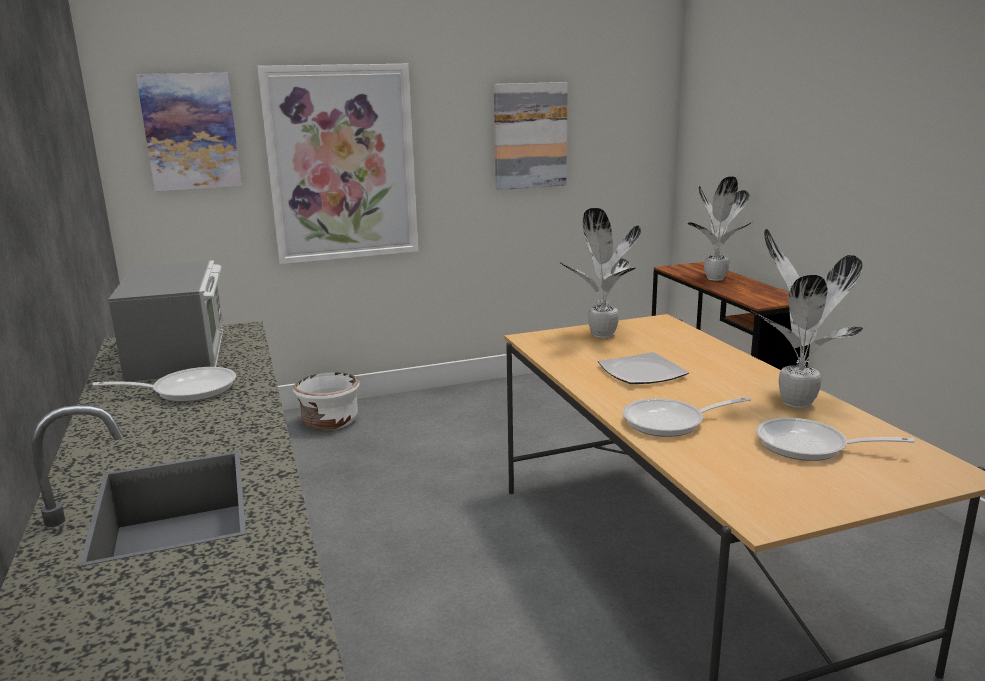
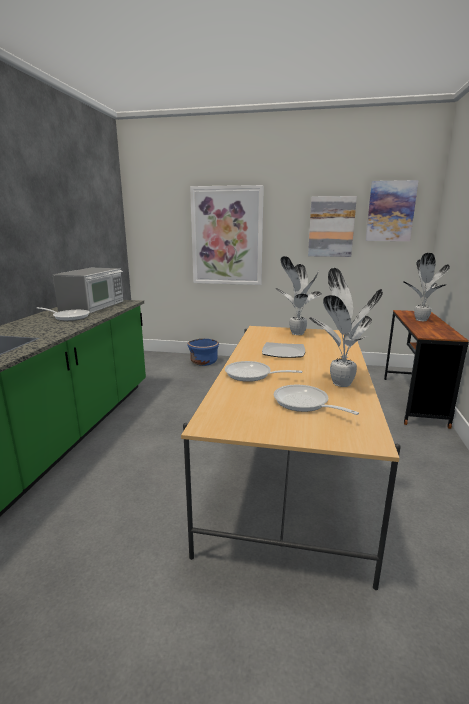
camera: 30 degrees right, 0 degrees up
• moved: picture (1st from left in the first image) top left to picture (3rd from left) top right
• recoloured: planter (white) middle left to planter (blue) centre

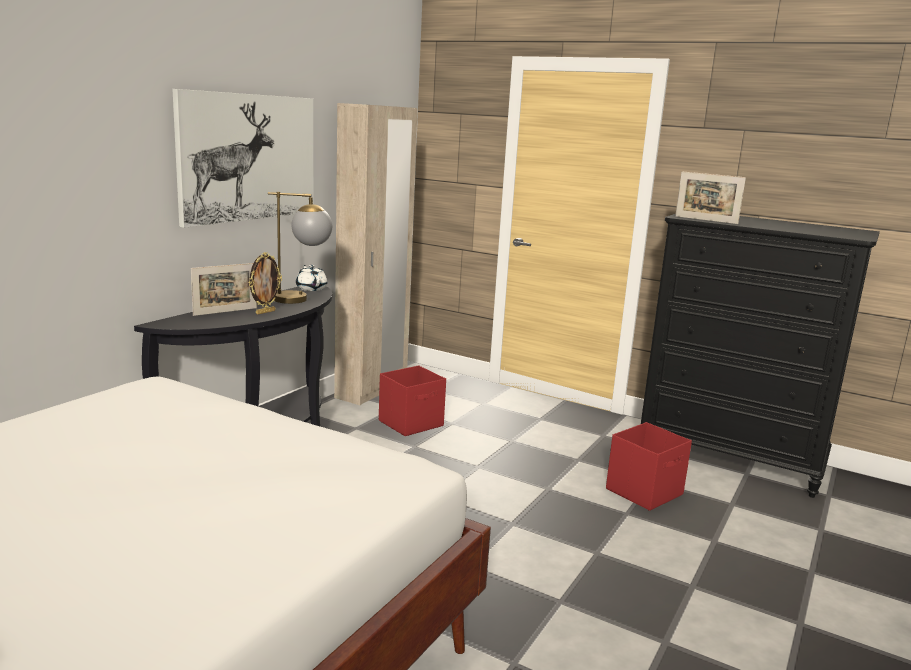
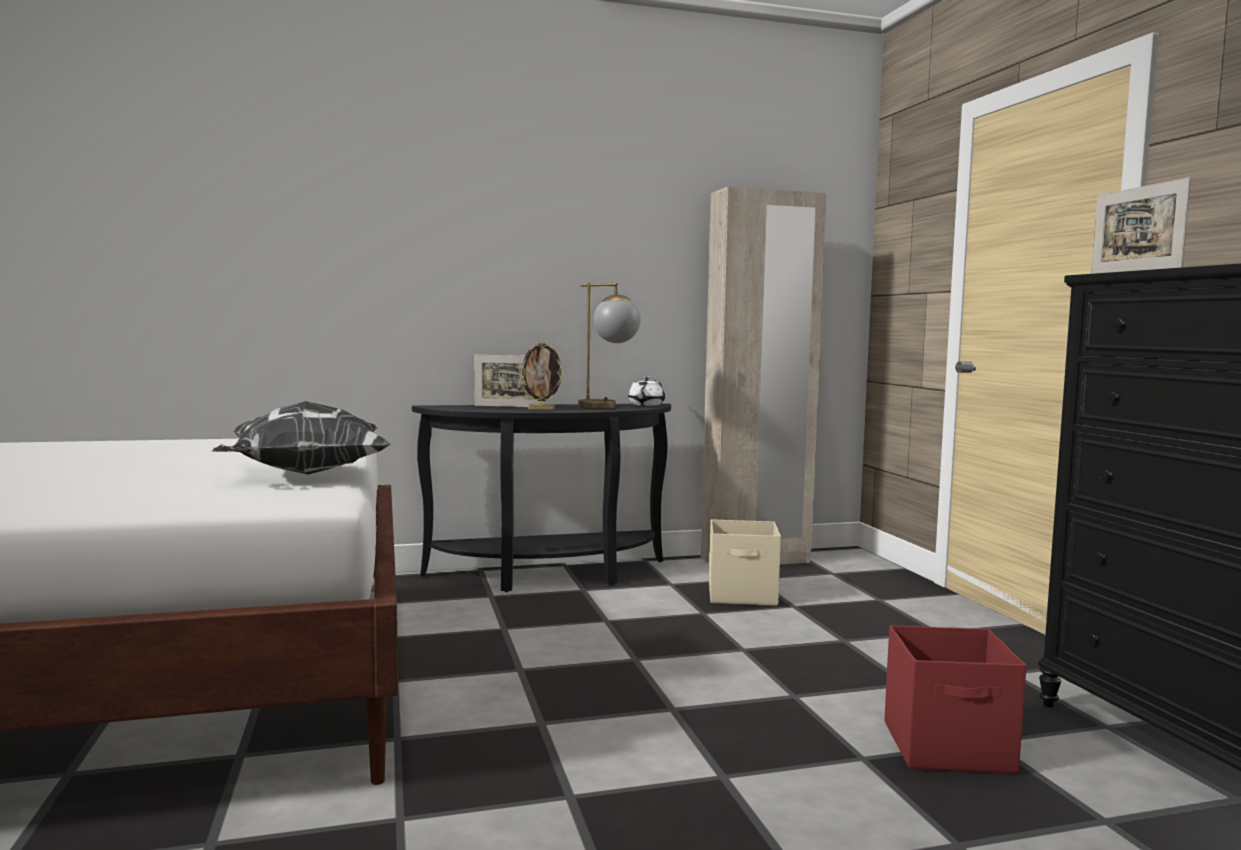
camera: 45 degrees right, 10 degrees down
• removed: picture top left
• recoloured: storage box (red) (1st from left) centre to storage box (beige) centre
• added: pillow middle left

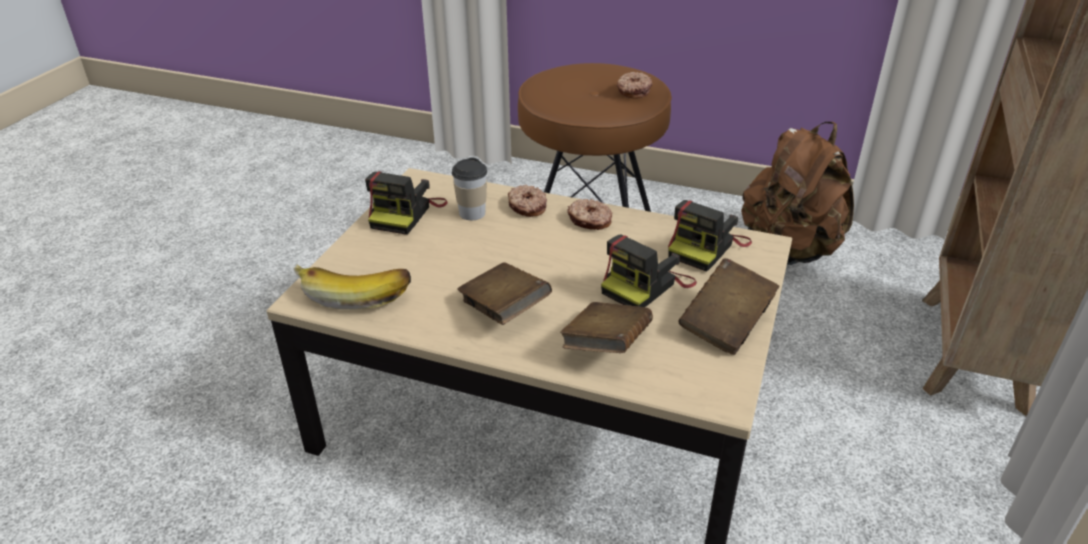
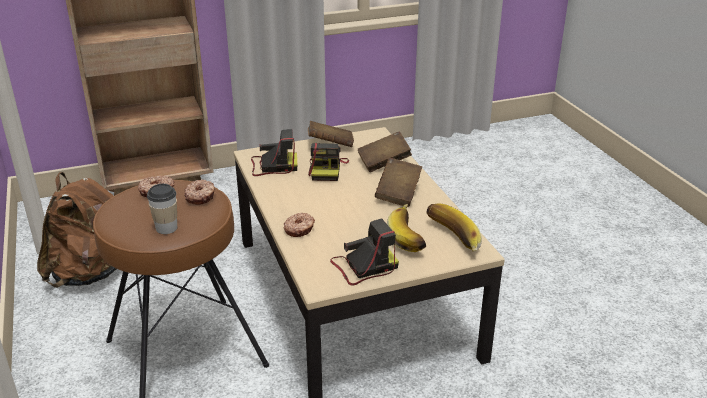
camera: 130 degrees left, 5 degrees down
• moved: cup centre to middle left
• moved: donut (2nd from left) centre to middle left
• turned: photo camera (2nd from left) centre = centre 90 degrees clockwise
• added: banana (1st from left) centre

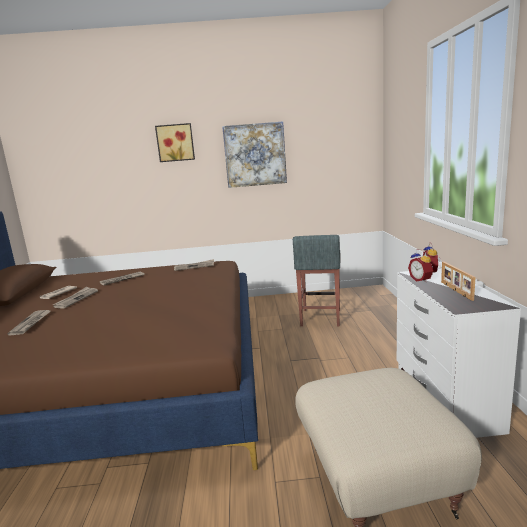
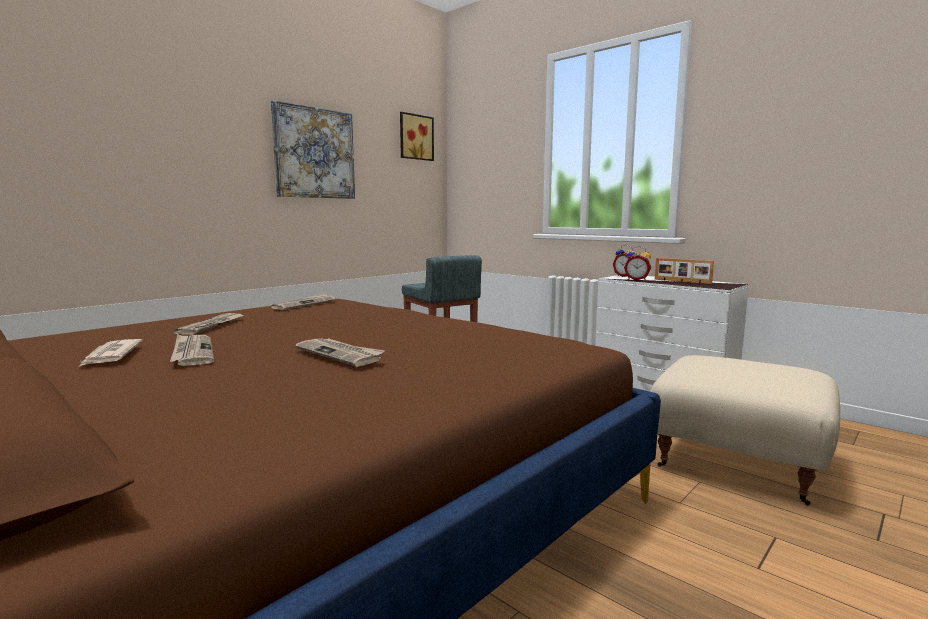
camera: 45 degrees left, 5 degrees down
• moved: picture (1st from left in the first image) top left to picture (2nd from left) top centre
• moved: newspaper (1st from left in the first image) middle left to newspaper (5th from left) centre

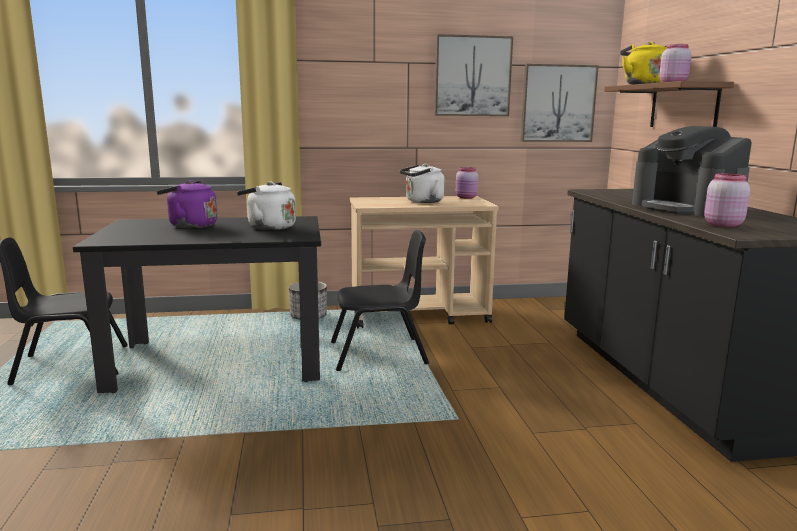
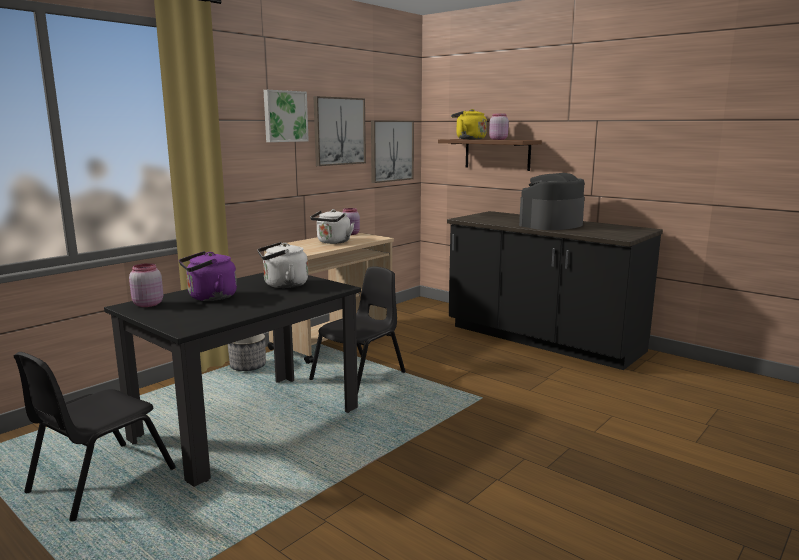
camera: 40 degrees left, 0 degrees up
• turned: coffee machine top right = middle right 120 degrees clockwise
• moved: jar (pink) (3rd from left in the first image) middle right to jar (pink) (1st from left) middle left
• added: picture (1st from left) top centre

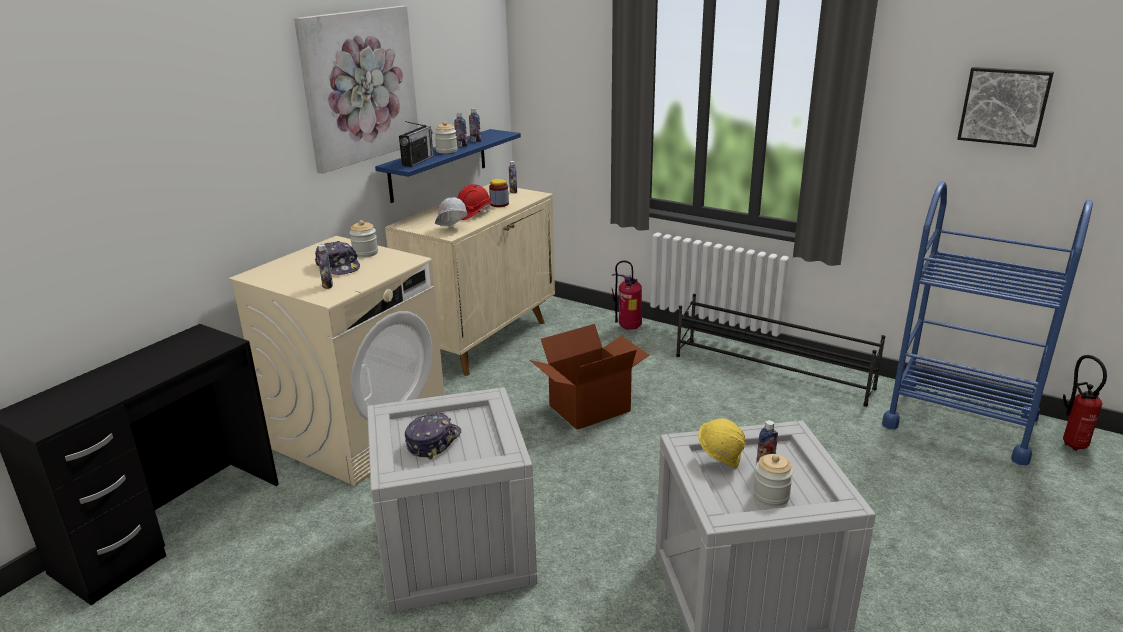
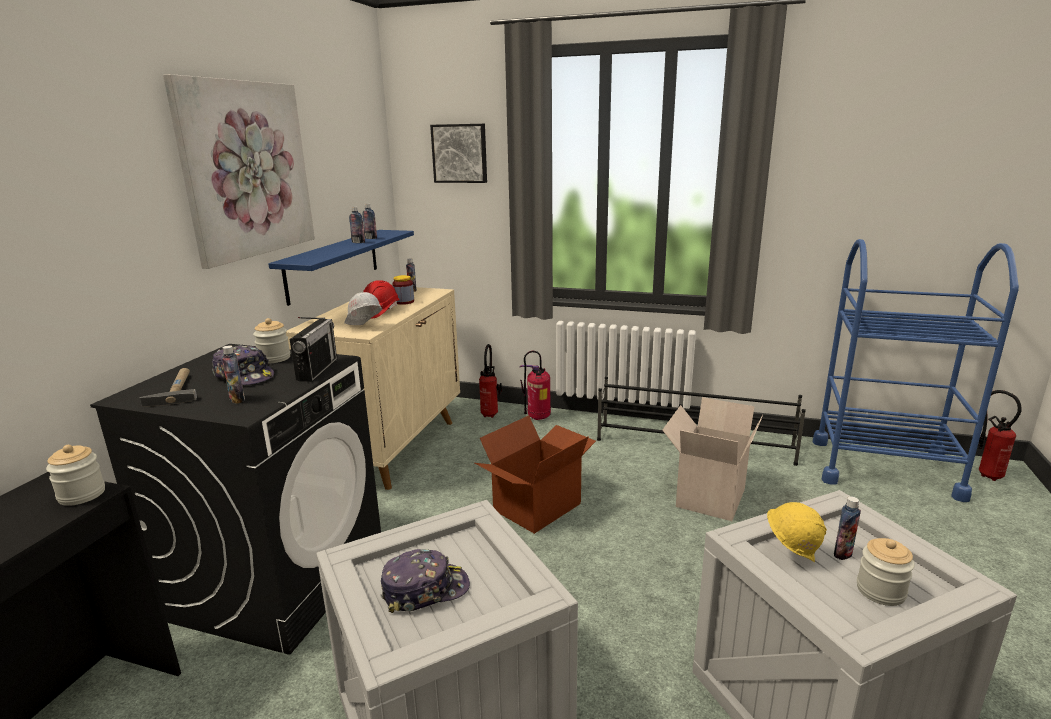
camera: 15 degrees left, 5 degrees down
• moved: picture (2nd from left) top right to top centre
• moved: radio top centre to middle left
• moved: jar (2nd from left in the first image) top centre to jar (1st from left) middle left
• recoloured: washing machine (beige) middle left to washing machine (black) bottom left
• turned: cap (2nd from left) bottom centre = bottom centre 60 degrees clockwise
• added: fire extinguisher (1st from left) centre
• added: hammer middle left
• added: cardboard box (2nd from left) middle right

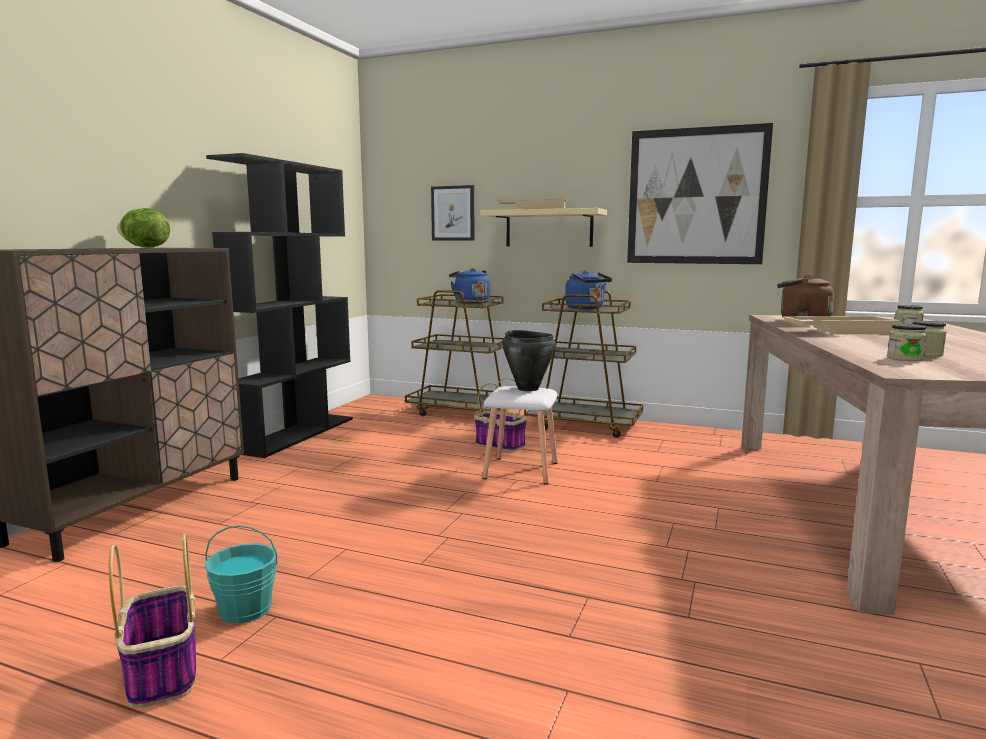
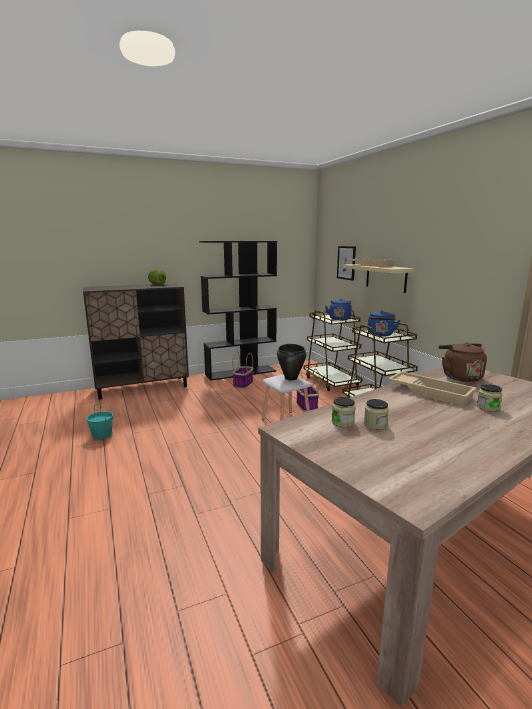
camera: 45 degrees right, 5 degrees up
• removed: picture (2nd from left) top right
• moved: basket (1st from left) bottom left to centre

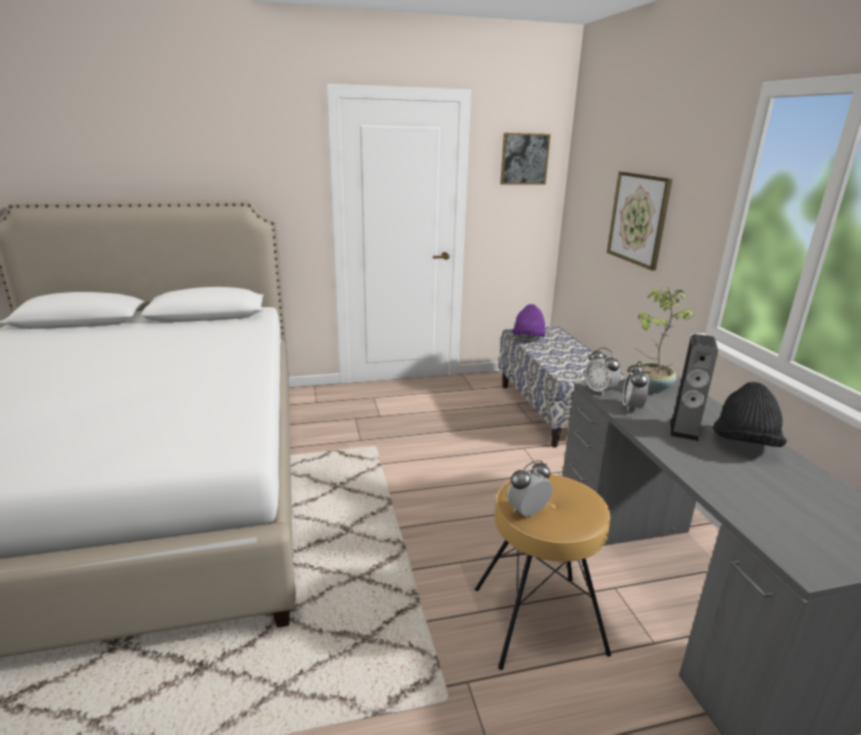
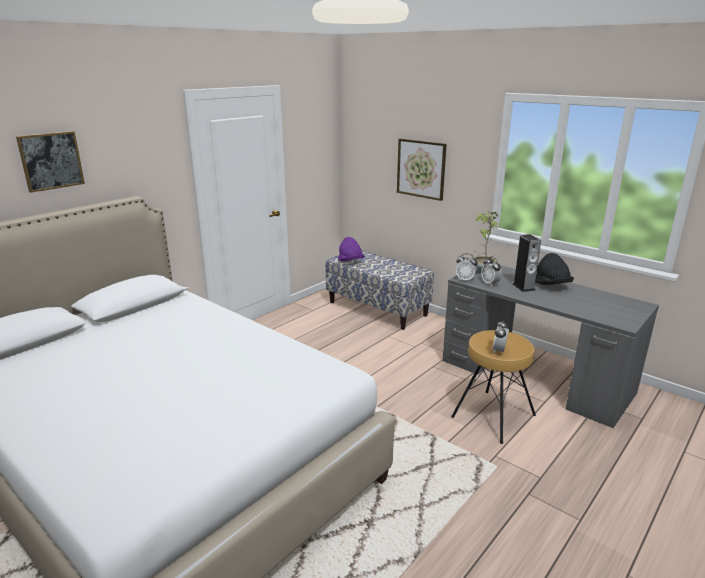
camera: 35 degrees left, 0 degrees up
• moved: picture (1st from left) top centre to top left

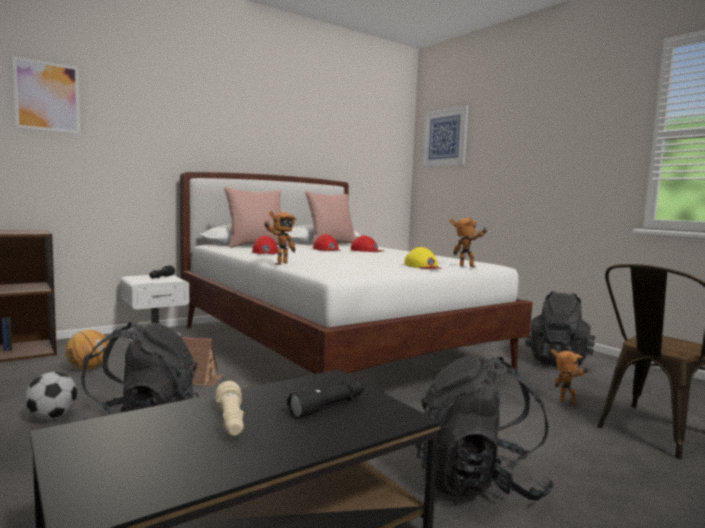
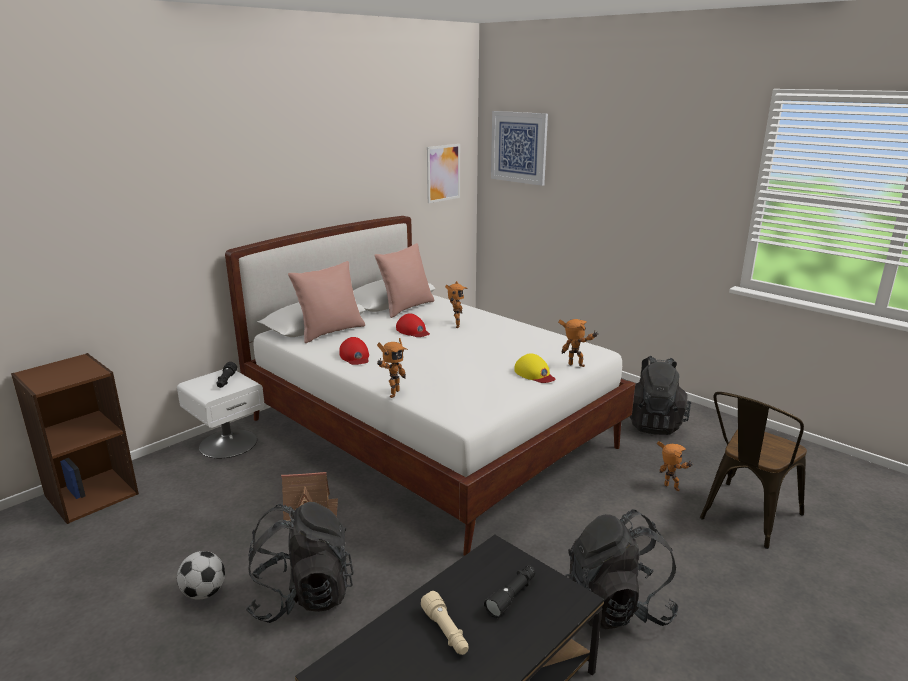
camera: 10 degrees left, 15 degrees up
• moved: picture (1st from left) top left to top centre
• replaced: cap (red) (3rd from left) centre to toy robot (2nd from left) centre
• removed: basketball middle left

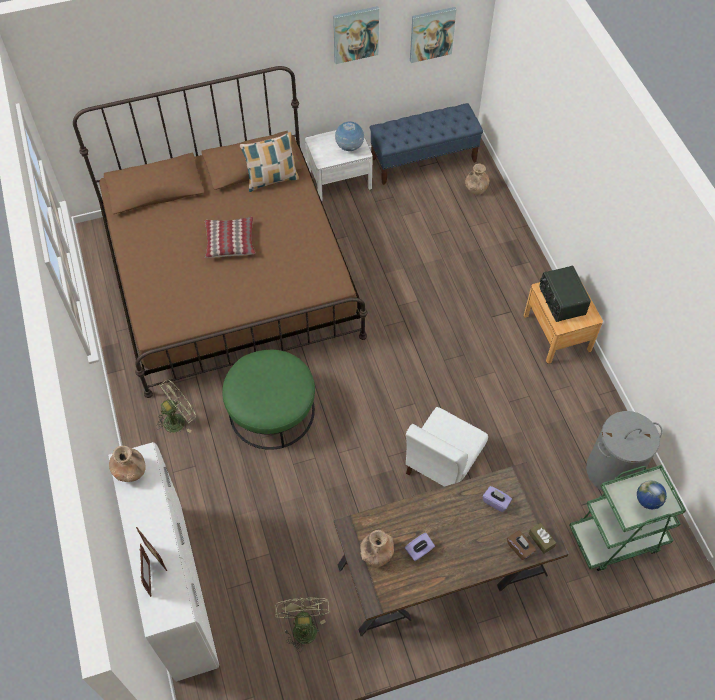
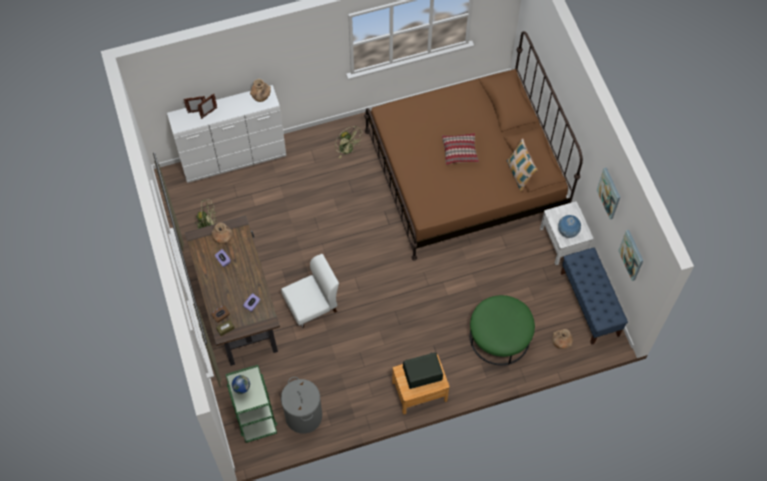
camera: 90 degrees right, 5 degrees up
• moved: ottoman (green) centre to bottom centre
• turned: chair (white) centre = centre 120 degrees clockwise

